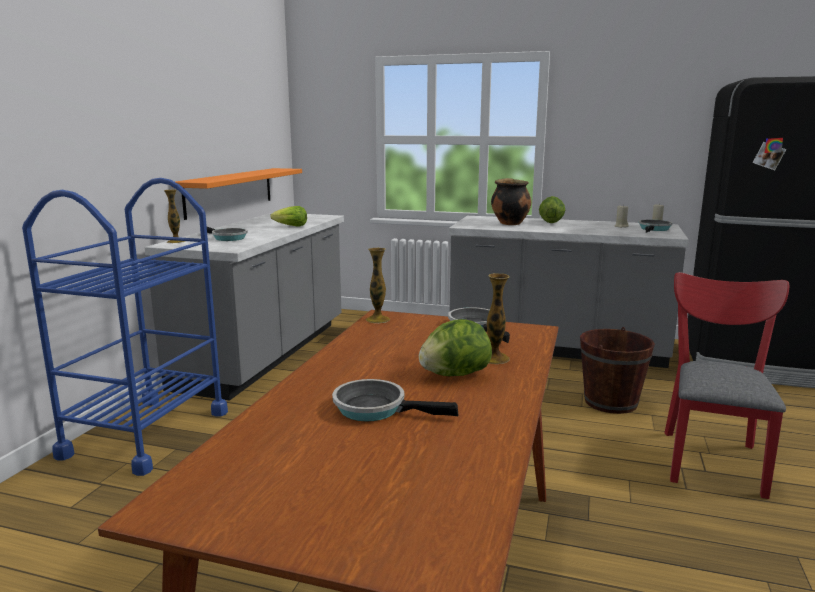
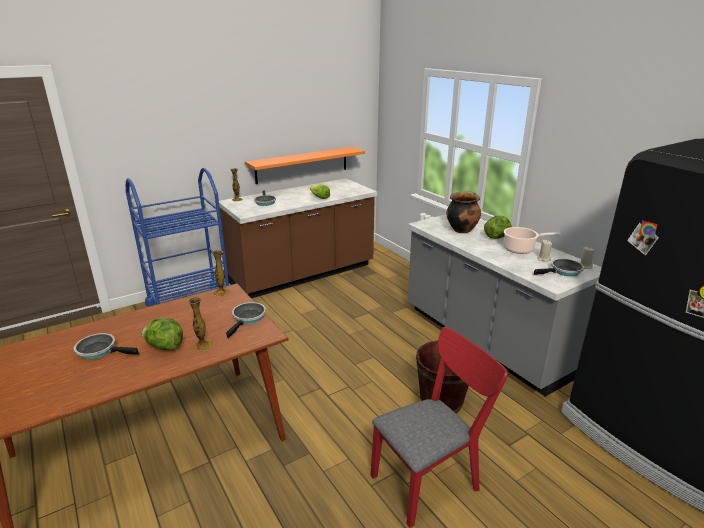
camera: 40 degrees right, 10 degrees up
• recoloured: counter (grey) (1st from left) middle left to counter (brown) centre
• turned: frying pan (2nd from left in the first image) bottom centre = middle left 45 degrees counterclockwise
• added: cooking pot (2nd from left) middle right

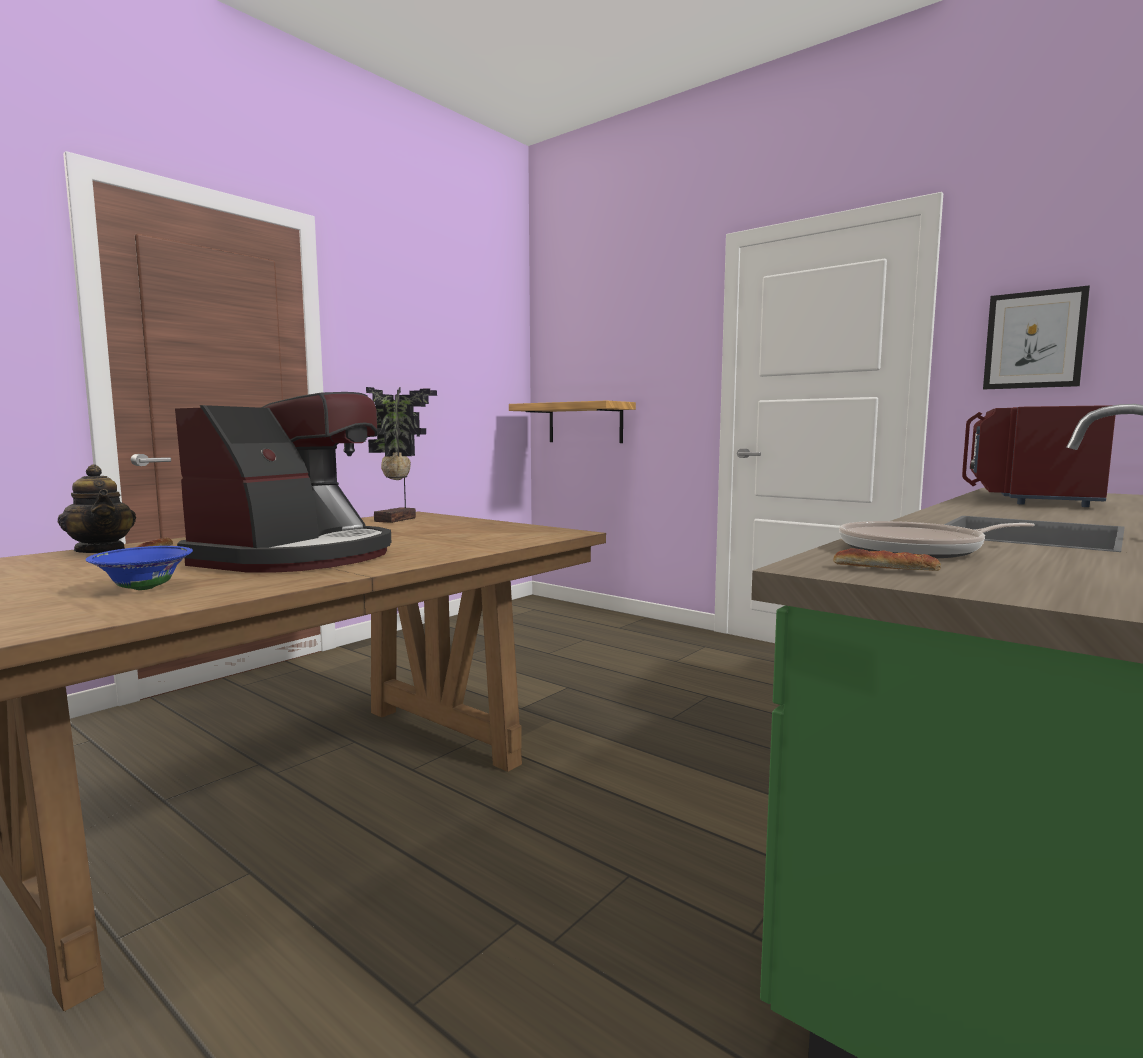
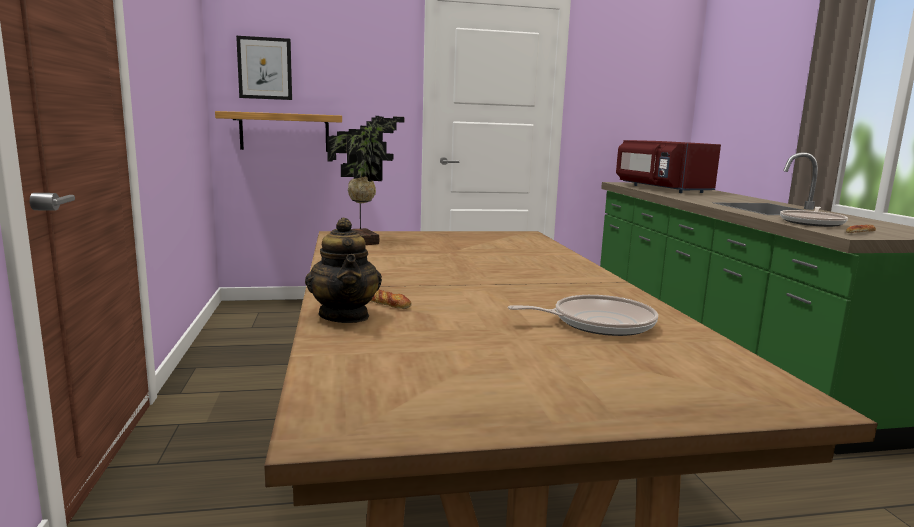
camera: 50 degrees left, 5 degrees up
• moved: picture top right to top left
• removed: coffee machine middle left
• turned: teapot middle left = centre 75 degrees clockwise
• replaced: bowl (blue) middle left to frying pan (1st from left) centre

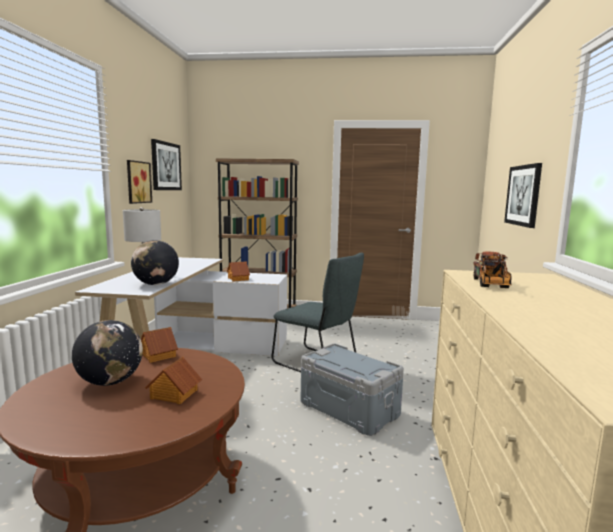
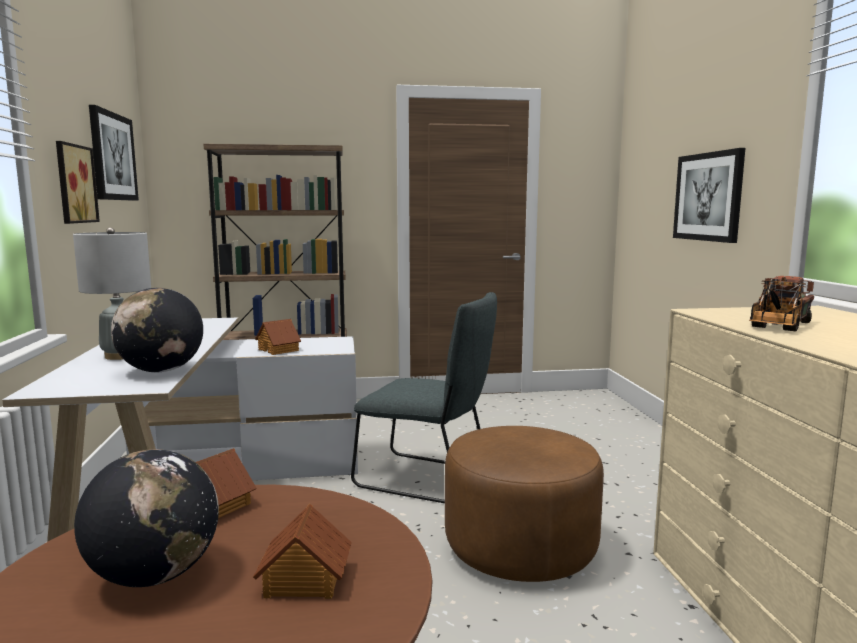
camera: 15 degrees left, 0 degrees up
• turned: toy truck middle right = middle right 45 degrees clockwise
• replaced: storage box (grey) bottom centre to ottoman (brown) bottom centre

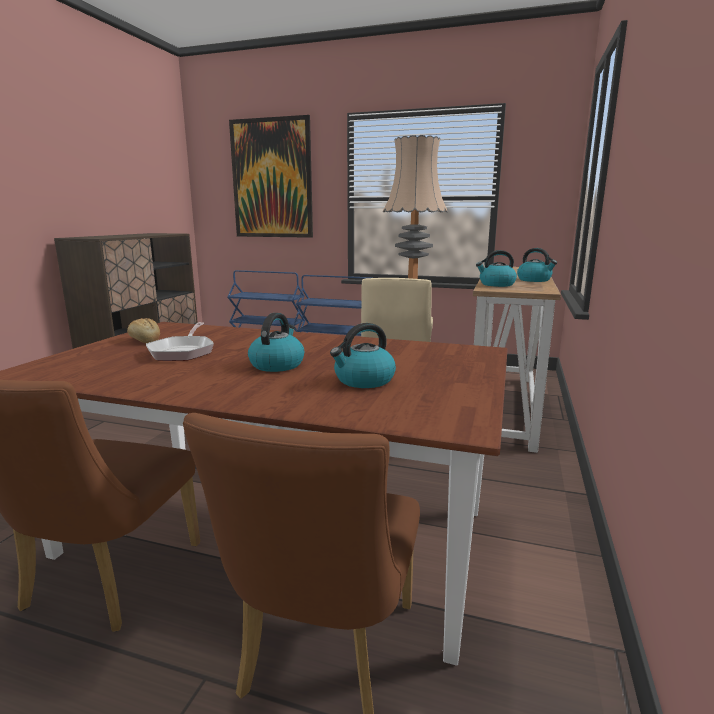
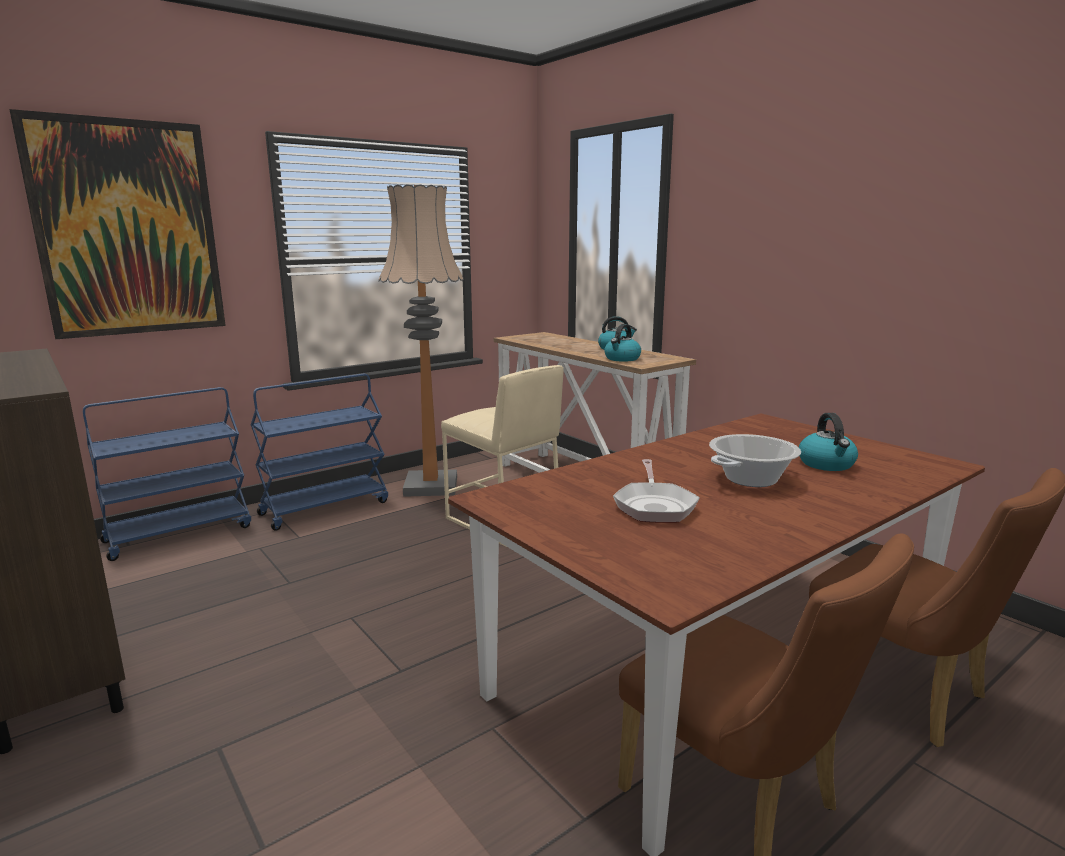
camera: 55 degrees left, 0 degrees up
• replaced: kettle (1st from left) centre to cooking pot middle right
• removed: bread middle left
• turned: frying pan middle left = centre 60 degrees clockwise

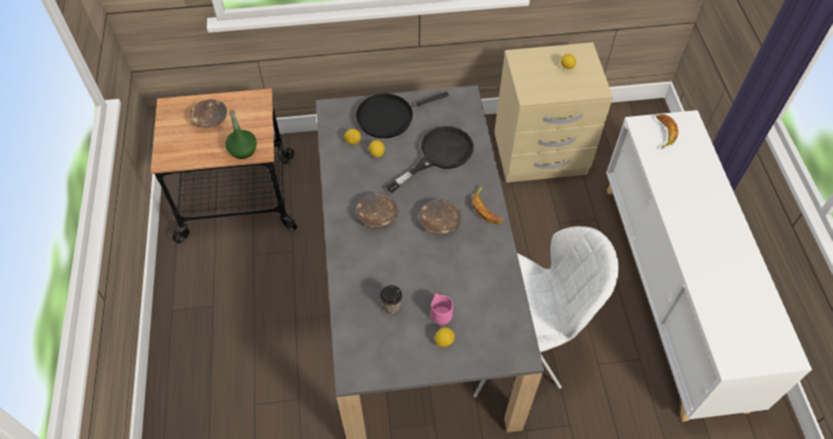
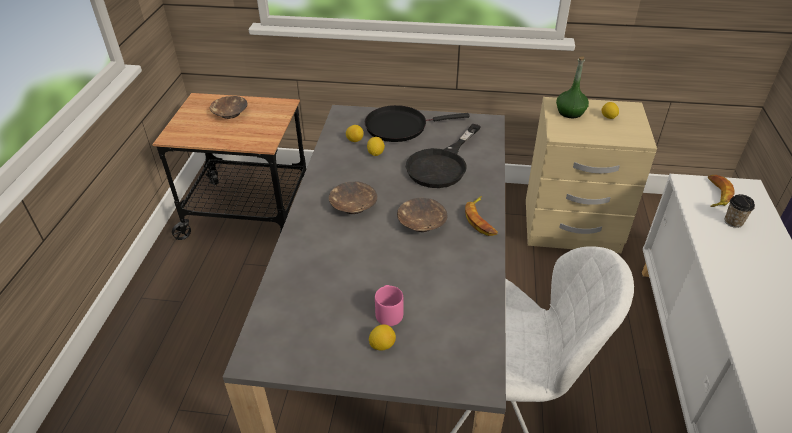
camera: 15 degrees right, 15 degrees down
• moved: bottle (green) top left to top right
• turned: frying pan (black) (2nd from left) centre = centre 150 degrees clockwise
• moved: cup bottom centre to middle right

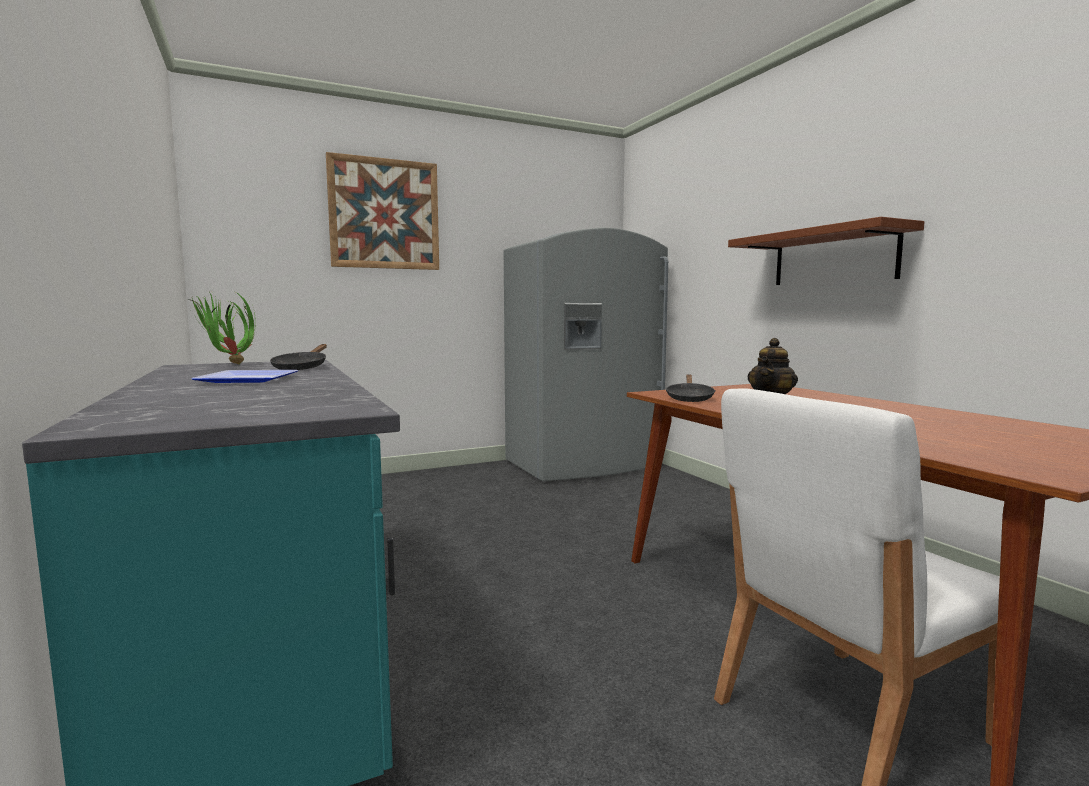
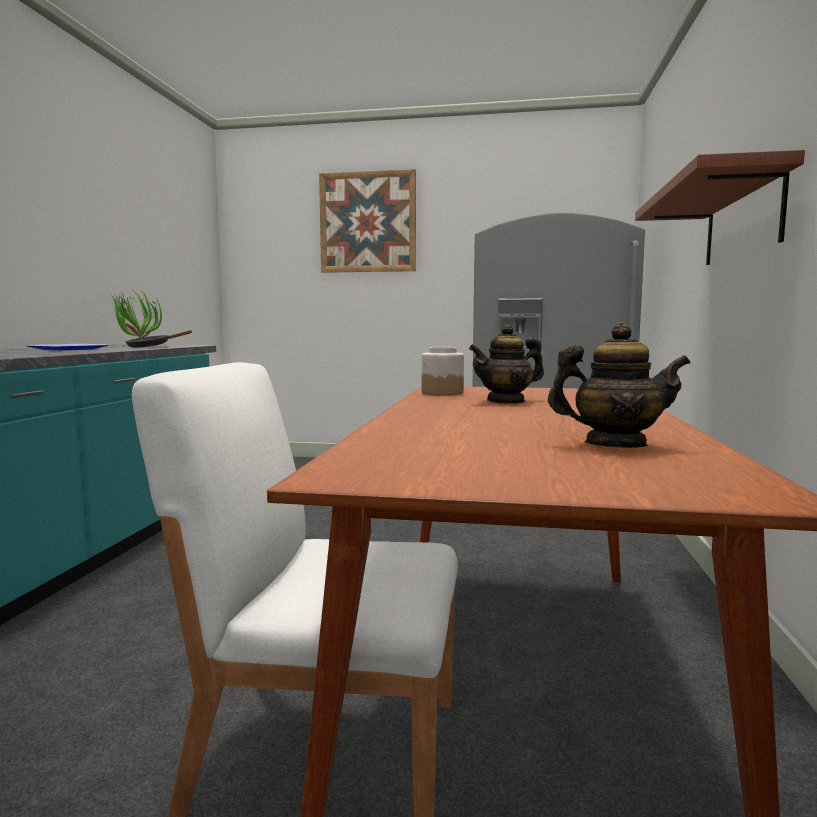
camera: 35 degrees right, 0 degrees up
• replaced: frying pan (black) (2nd from left) centre to jar centre
• added: teapot (2nd from left) middle right

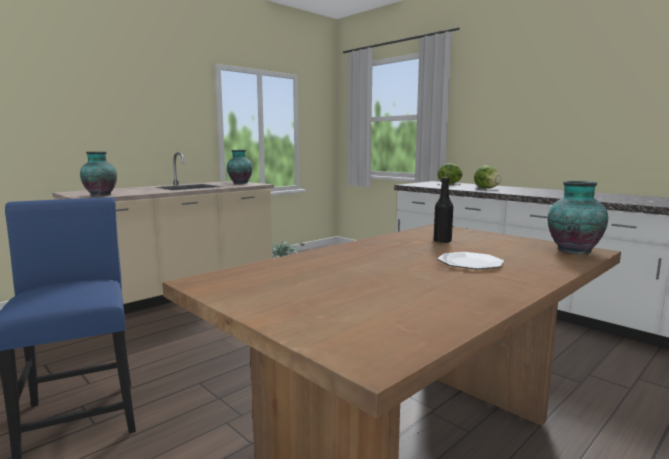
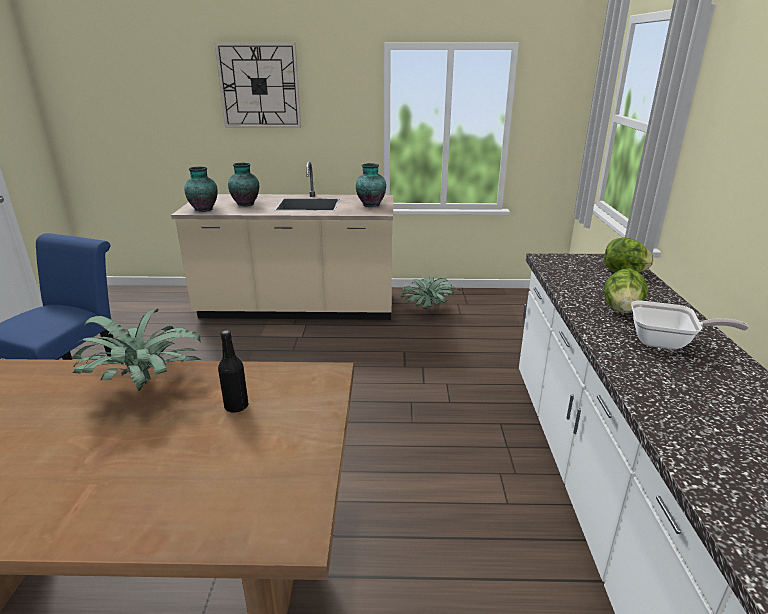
camera: 45 degrees right, 15 degrees up
• moved: vase (3rd from left in the first image) middle right to vase (2nd from left) top left
• removed: plate middle right
• added: wall clock top centre
• added: frying pan middle right
• added: potted plant (1st from left) middle left

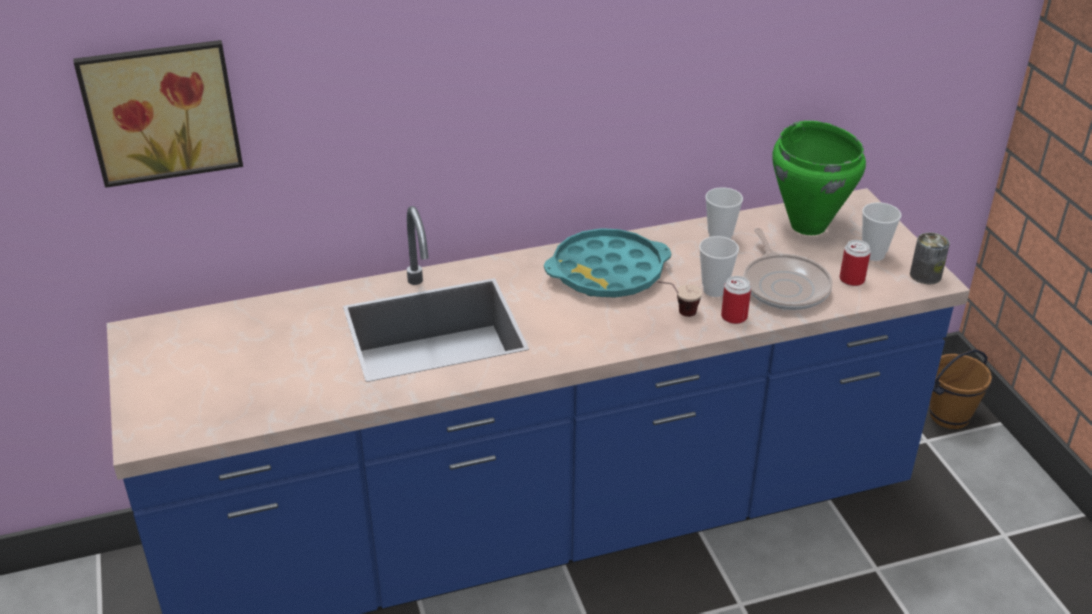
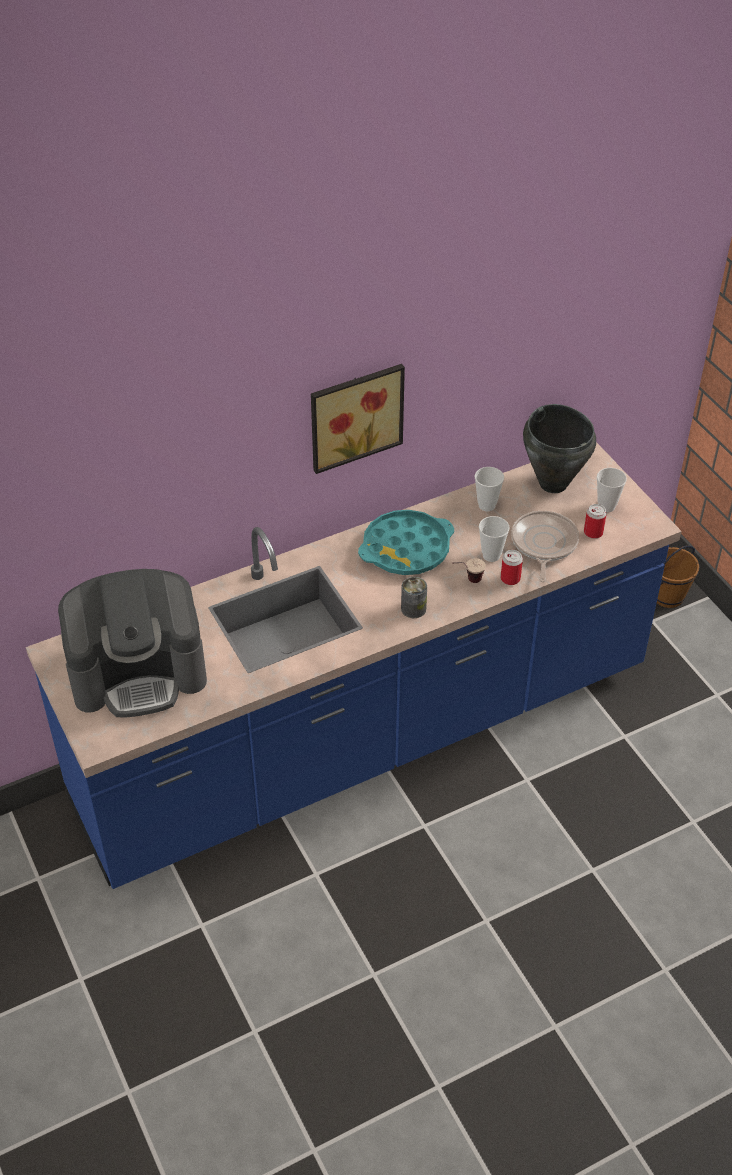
camera: 10 degrees left, 10 degrees up
• moved: picture top left to centre
• recoloured: cooking pot (green) top right to cooking pot (black) middle right
• turned: frying pan middle right = middle right 150 degrees counterclockwise
• moved: can (3rd from left in the first image) middle right to can (1st from left) centre
• added: coffee machine middle left

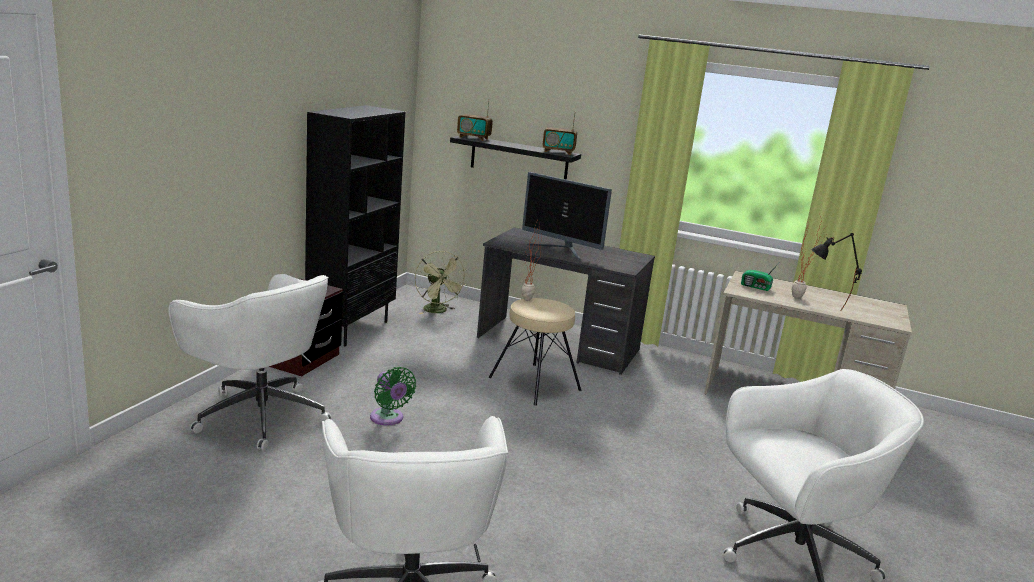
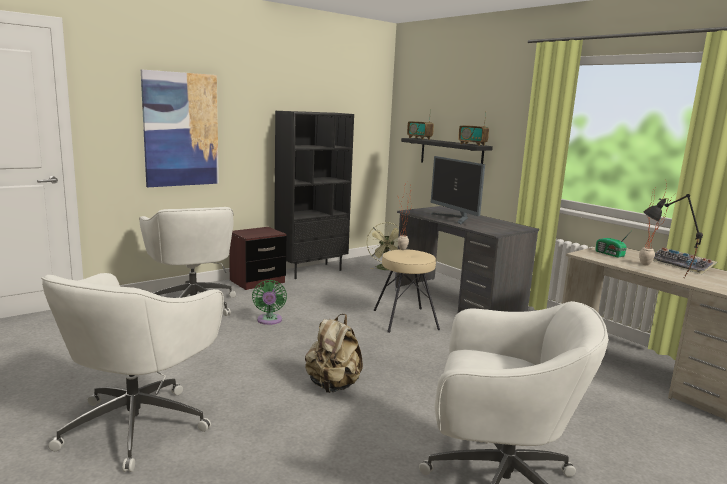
camera: 30 degrees right, 5 degrees down
• added: picture top left
• added: keyboard middle right
• added: backpack (beige) bottom centre

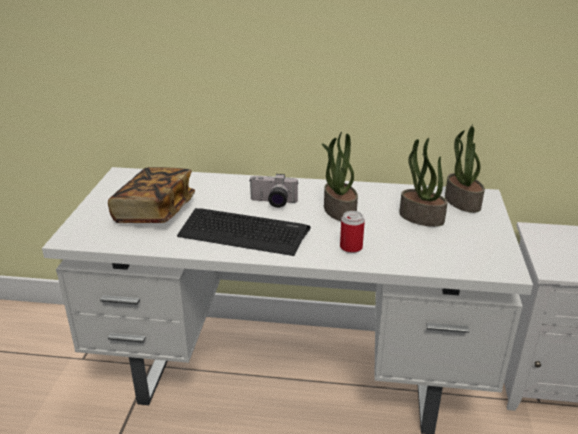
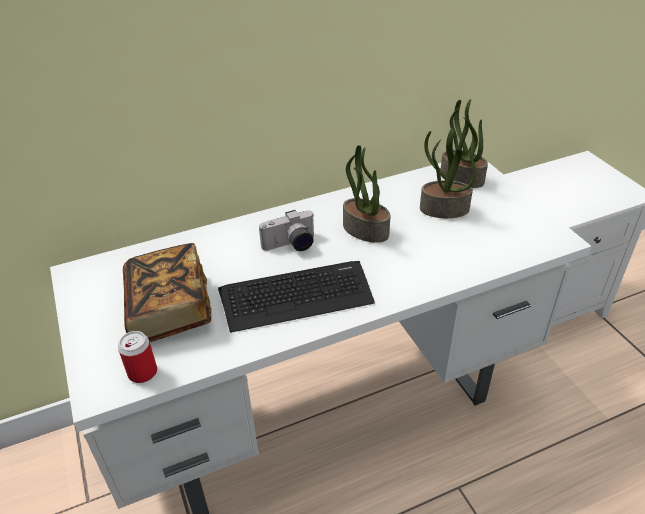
camera: 30 degrees left, 10 degrees up
• moved: can centre to bottom left

